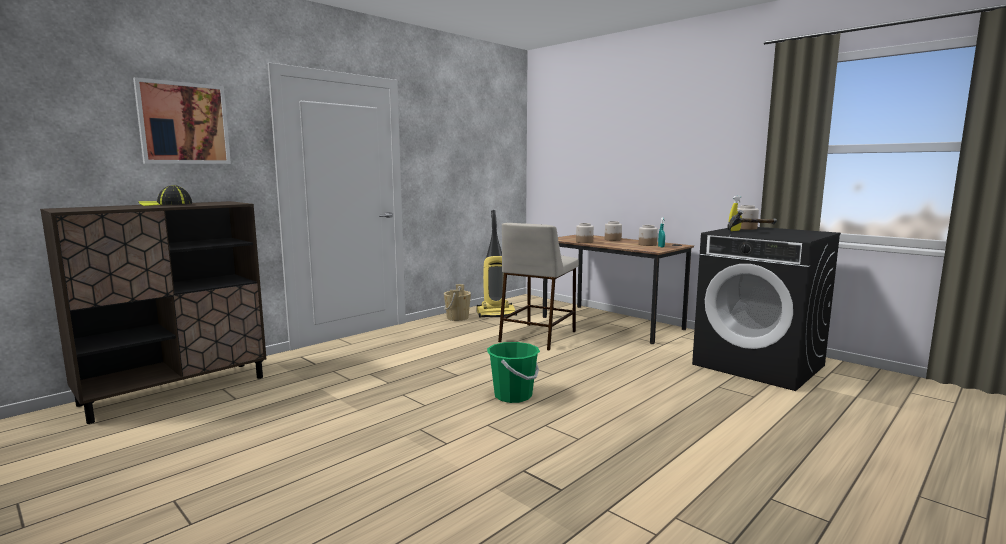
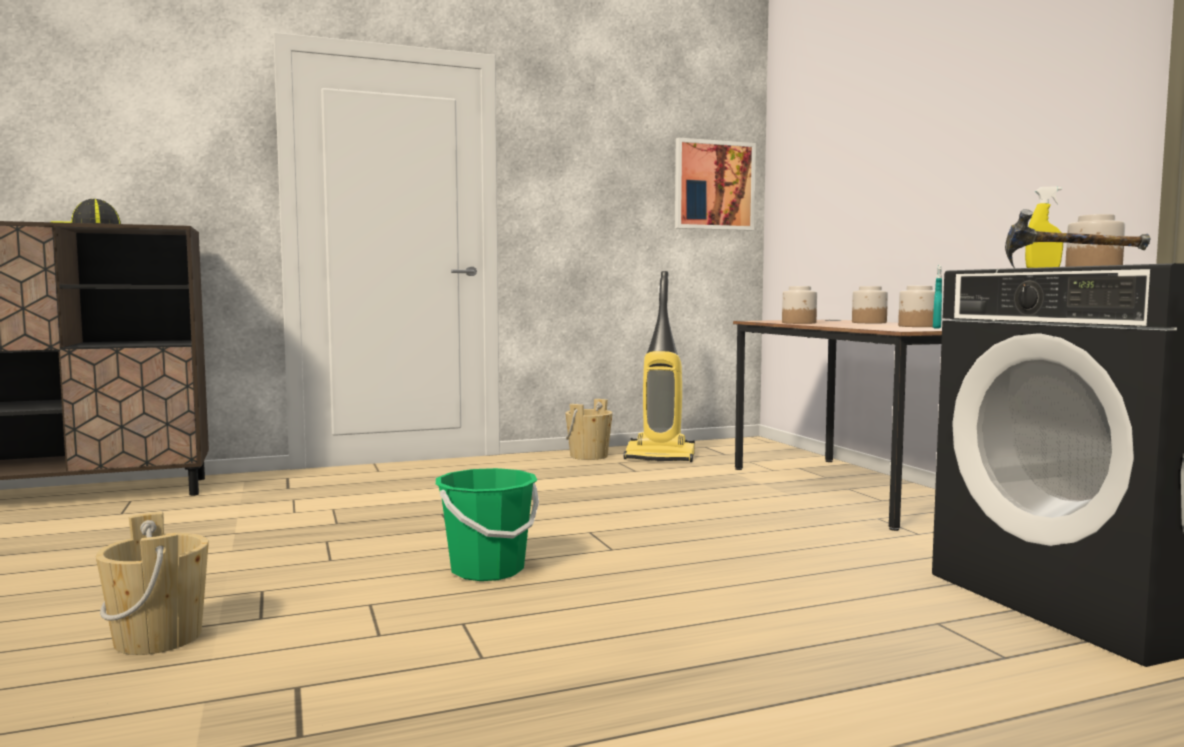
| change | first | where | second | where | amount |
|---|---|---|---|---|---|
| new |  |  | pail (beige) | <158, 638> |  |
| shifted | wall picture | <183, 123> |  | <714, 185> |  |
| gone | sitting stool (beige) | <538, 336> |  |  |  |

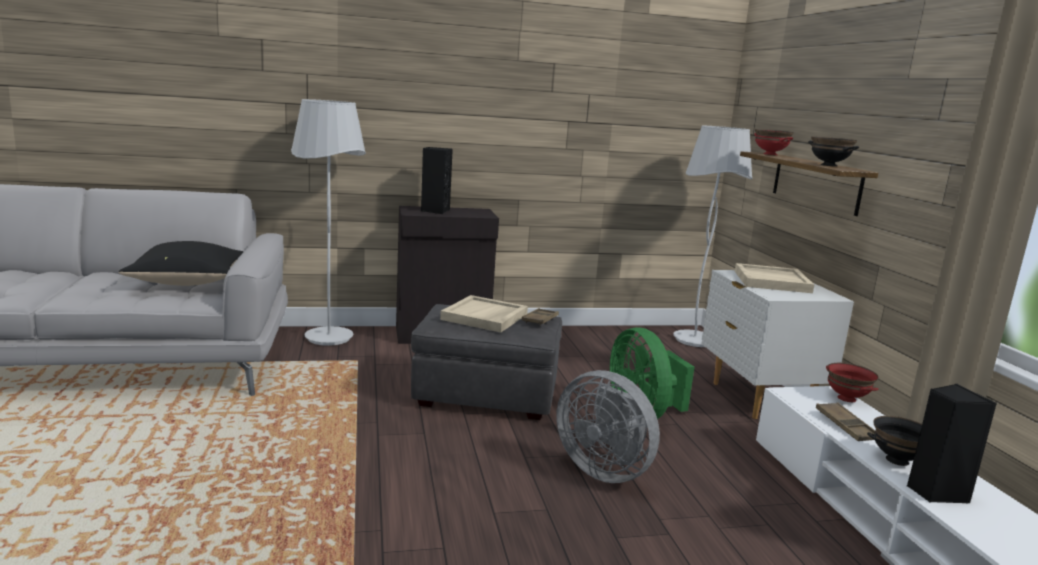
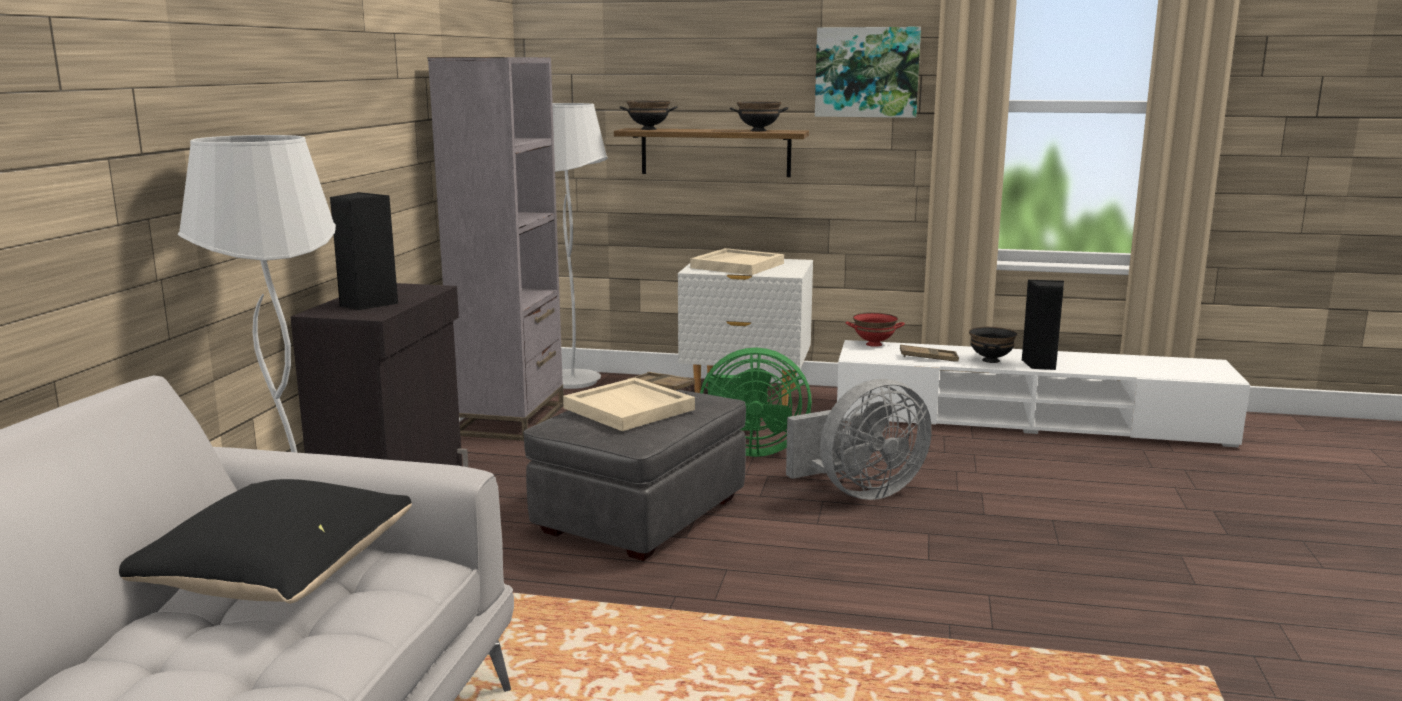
| change | first | where | second | where | amount |
|---|---|---|---|---|---|
| new |  |  | bookshelf (gray) | <510, 419> |  |
| repainted | serving bowl (red) | <769, 154> | serving bowl (black) | <648, 129> |  |
| new |  |  | wall picture | <867, 72> |  |

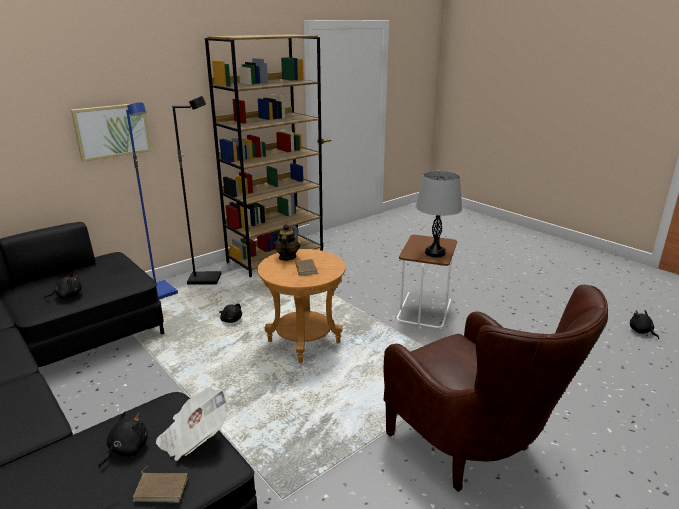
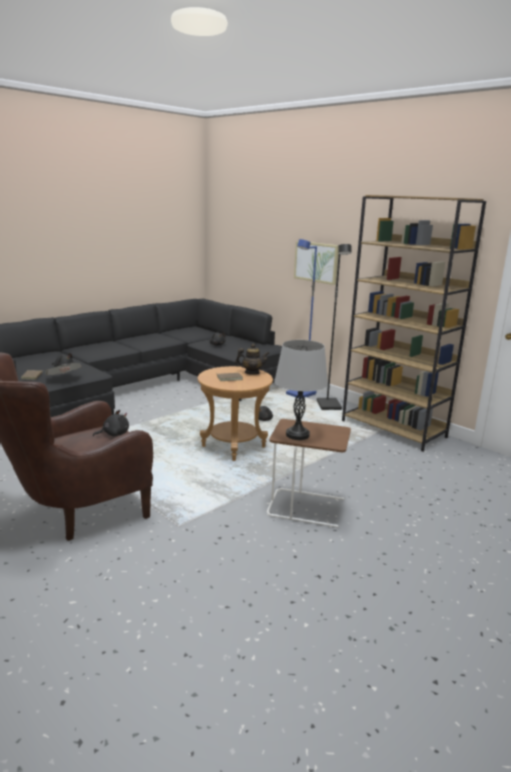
| change | first | where | second | where | amount |
|---|---|---|---|---|---|
| shifted | cuddly toy (black) | <641, 331> |  | <114, 434> |  |

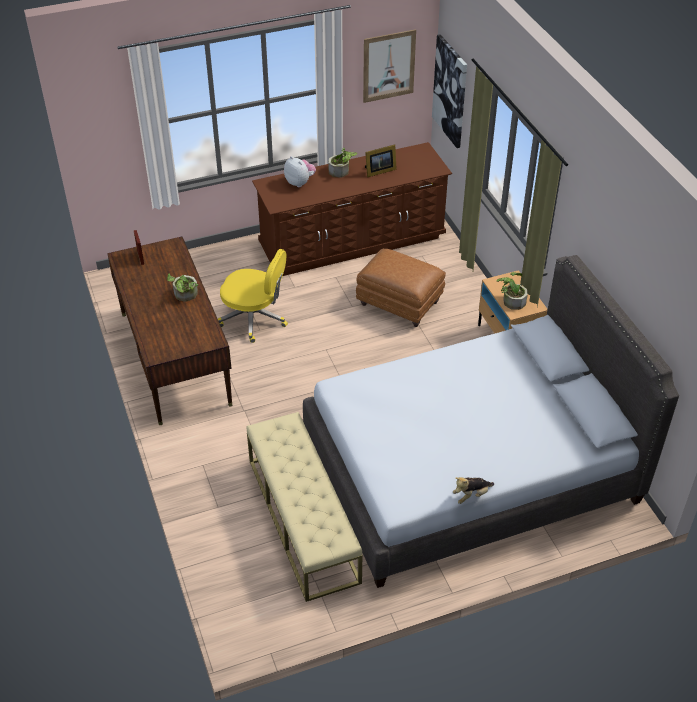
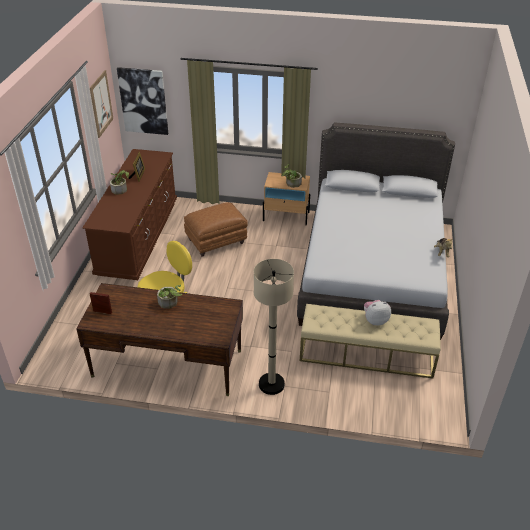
| change | first | where | second | where | amount |
|---|---|---|---|---|---|
| new |  |  | standard lamp (beige) | <271, 384> |  |
| shifted | cuddly toy | <300, 182> |  | <375, 320> |  |

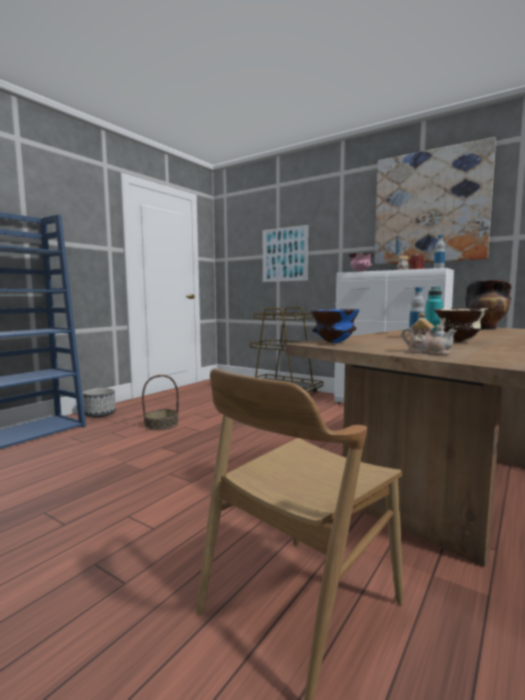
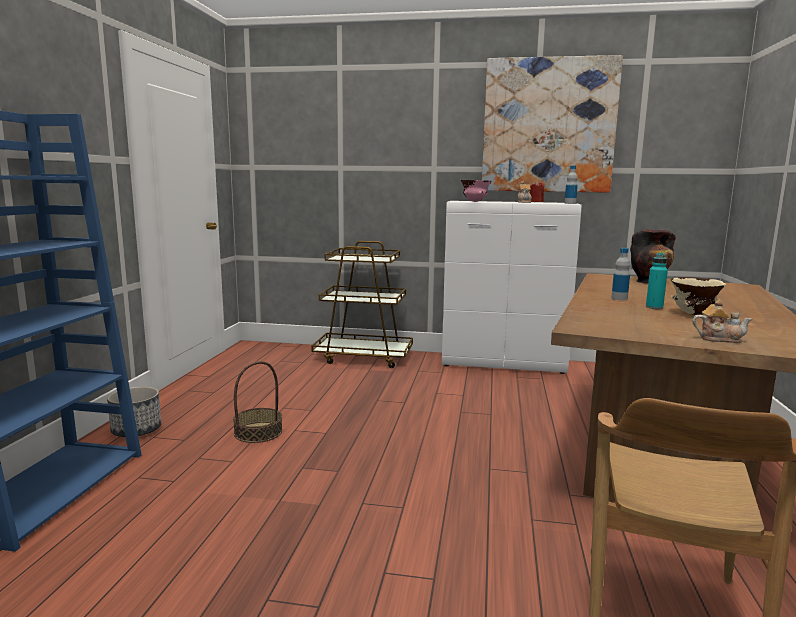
| change | first | where | second | where | amount |
|---|---|---|---|---|---|
| gone | wall picture | <284, 254> |  |  |  |
| gone | serving bowl (bluish) | <334, 343> |  |  |  |

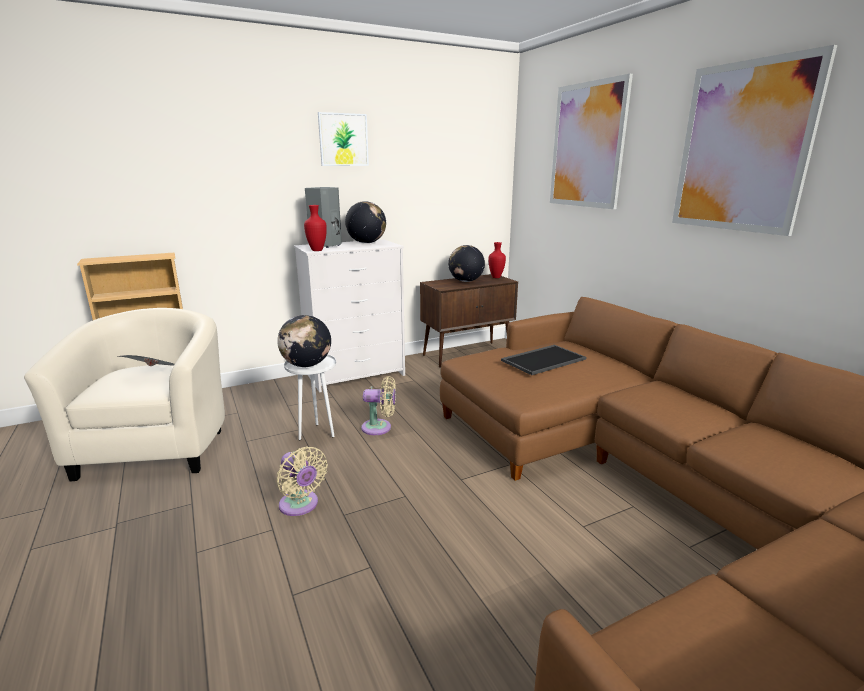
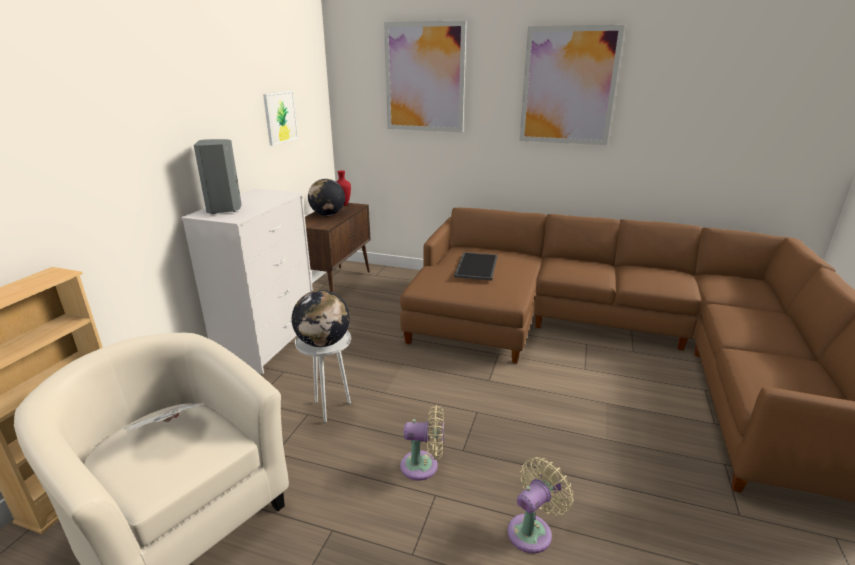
| change | first | where | second | where | amount |
|---|---|---|---|---|---|
| shifted | wall picture | <343, 140> |  | <280, 117> |  |
| shifted | cooling fan (beige) | <379, 428> |  | <532, 530> |  |
| gone | decorative vase (red) | <317, 250> |  |  |  |
| gone | desk globe | <366, 243> |  |  |  |

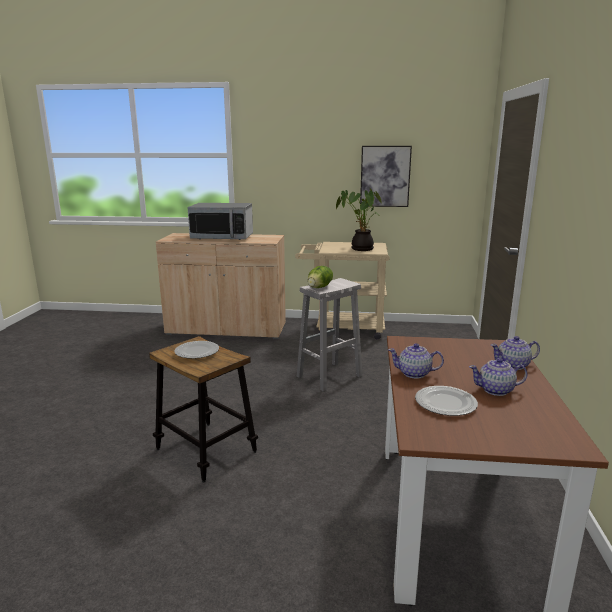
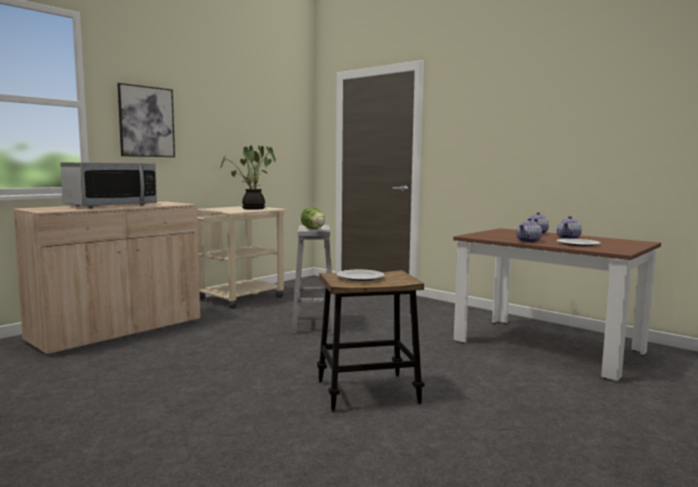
| change | first | where | second | where | amount |
|---|---|---|---|---|---|
| shifted | wall picture | <385, 176> |  | <146, 121> |  |

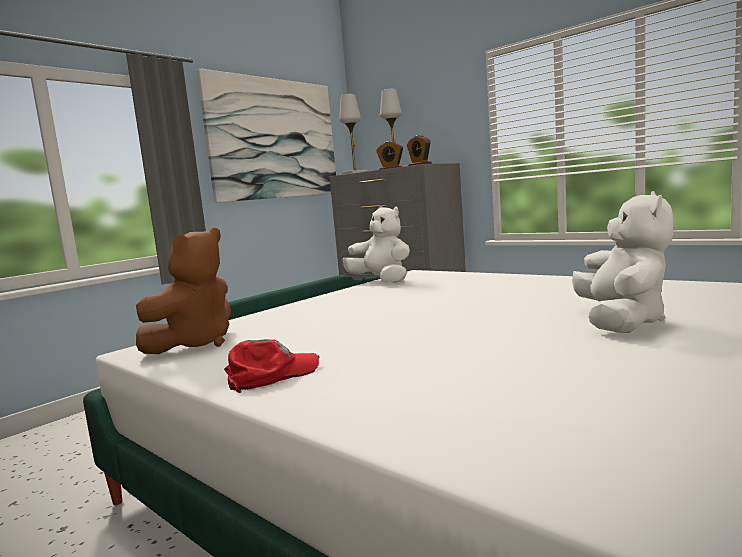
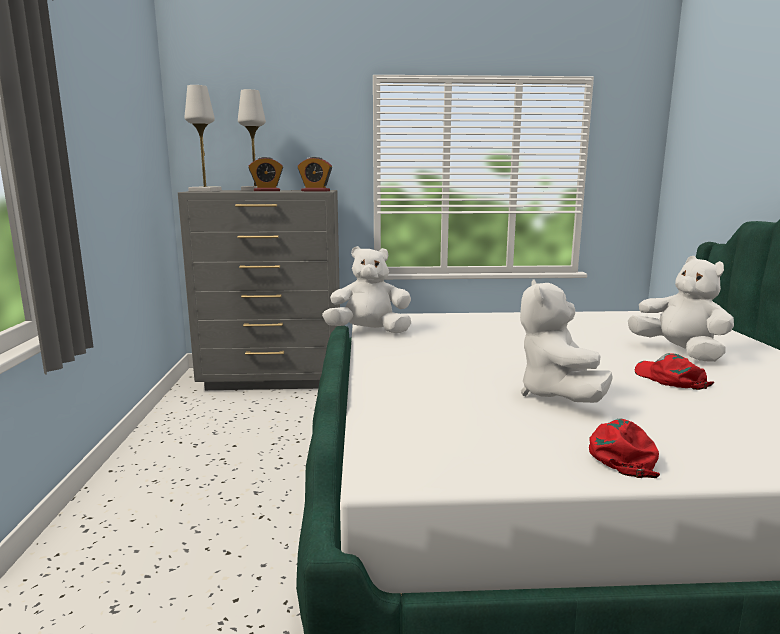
| change | first | where | second | where | amount |
|---|---|---|---|---|---|
| new |  |  | cuddly toy (whitish) | <557, 395> |  |
| new |  |  | peaked cap (red) | <670, 379> |  |
| gone | cuddly toy (brown-coloured) | <195, 344> |  |  |  |
| gone | wall picture | <274, 139> |  |  |  |

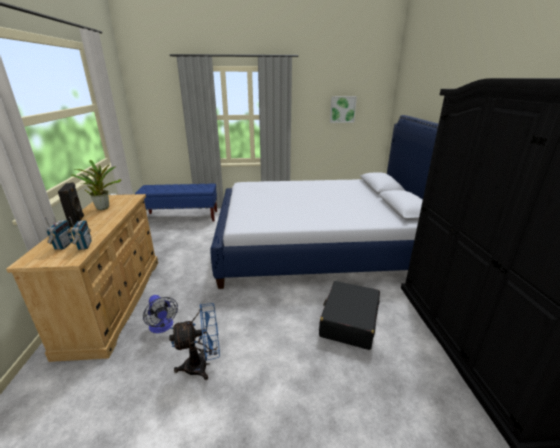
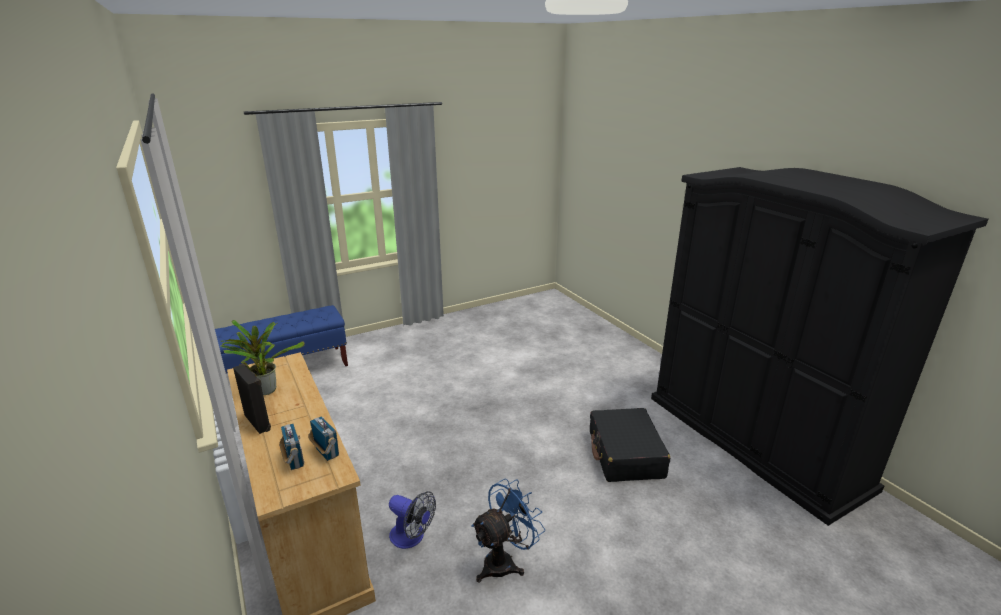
| change | first | where | second | where | amount |
|---|---|---|---|---|---|
| gone | bed | <319, 244> |  |  |  |
| gone | wall picture | <342, 109> |  |  |  |

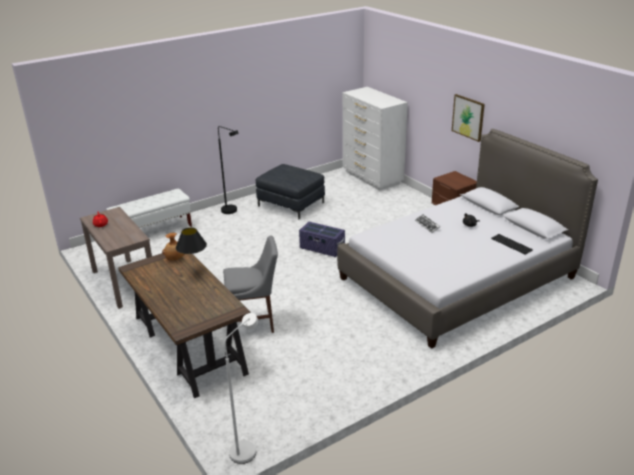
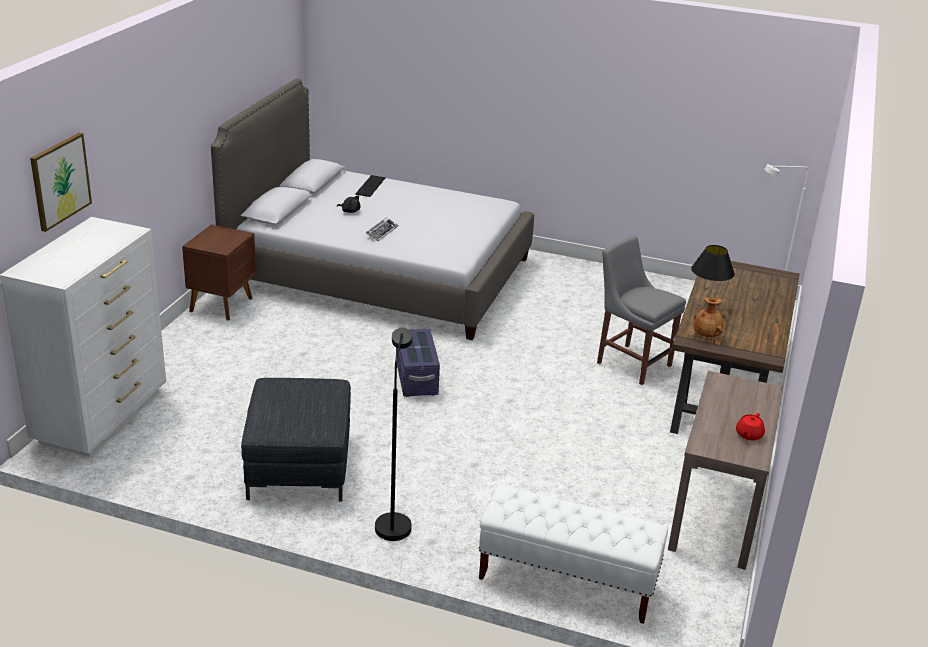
| change | first | where | second | where | amount |
|---|---|---|---|---|---|
| shifted | wall picture | <468, 117> |  | <60, 181> |  |

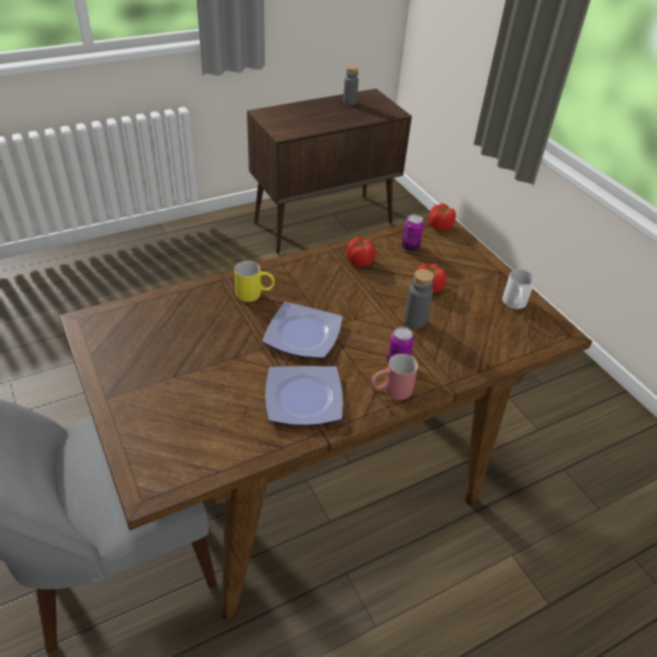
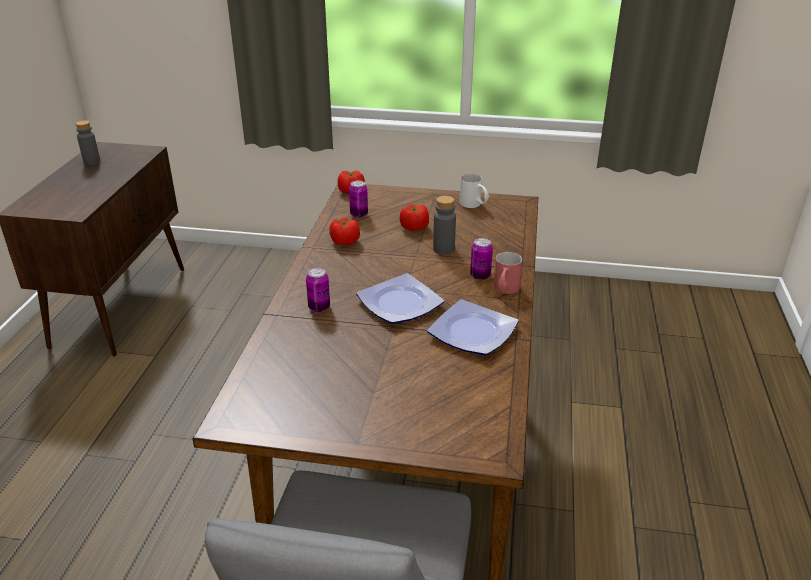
| change | first | where | second | where | amount |
|---|---|---|---|---|---|
| swapped | coffee mug (yellow-coloured) | <255, 294> | sealed can | <319, 307> |  |

